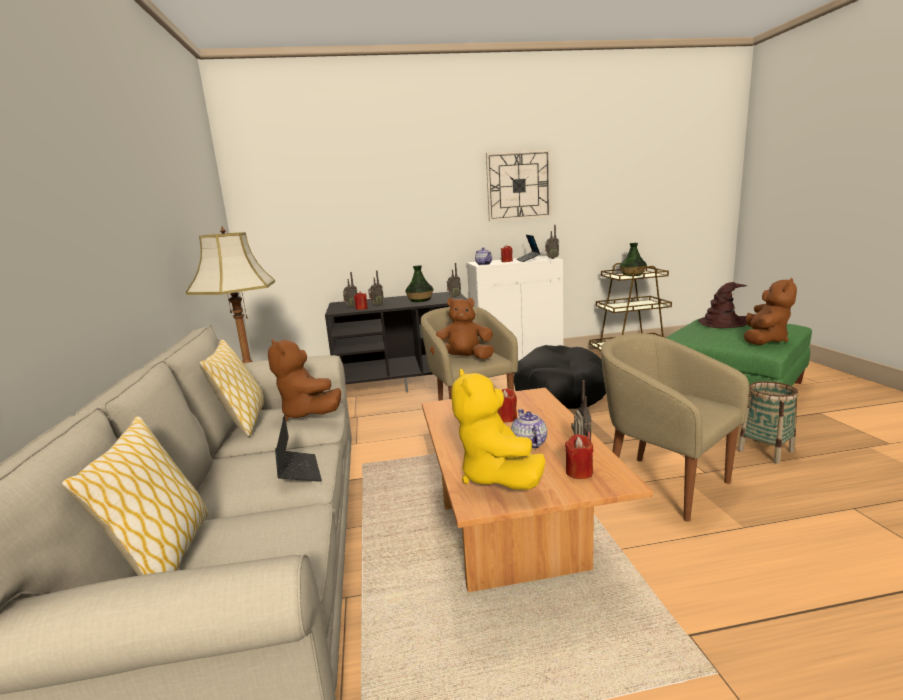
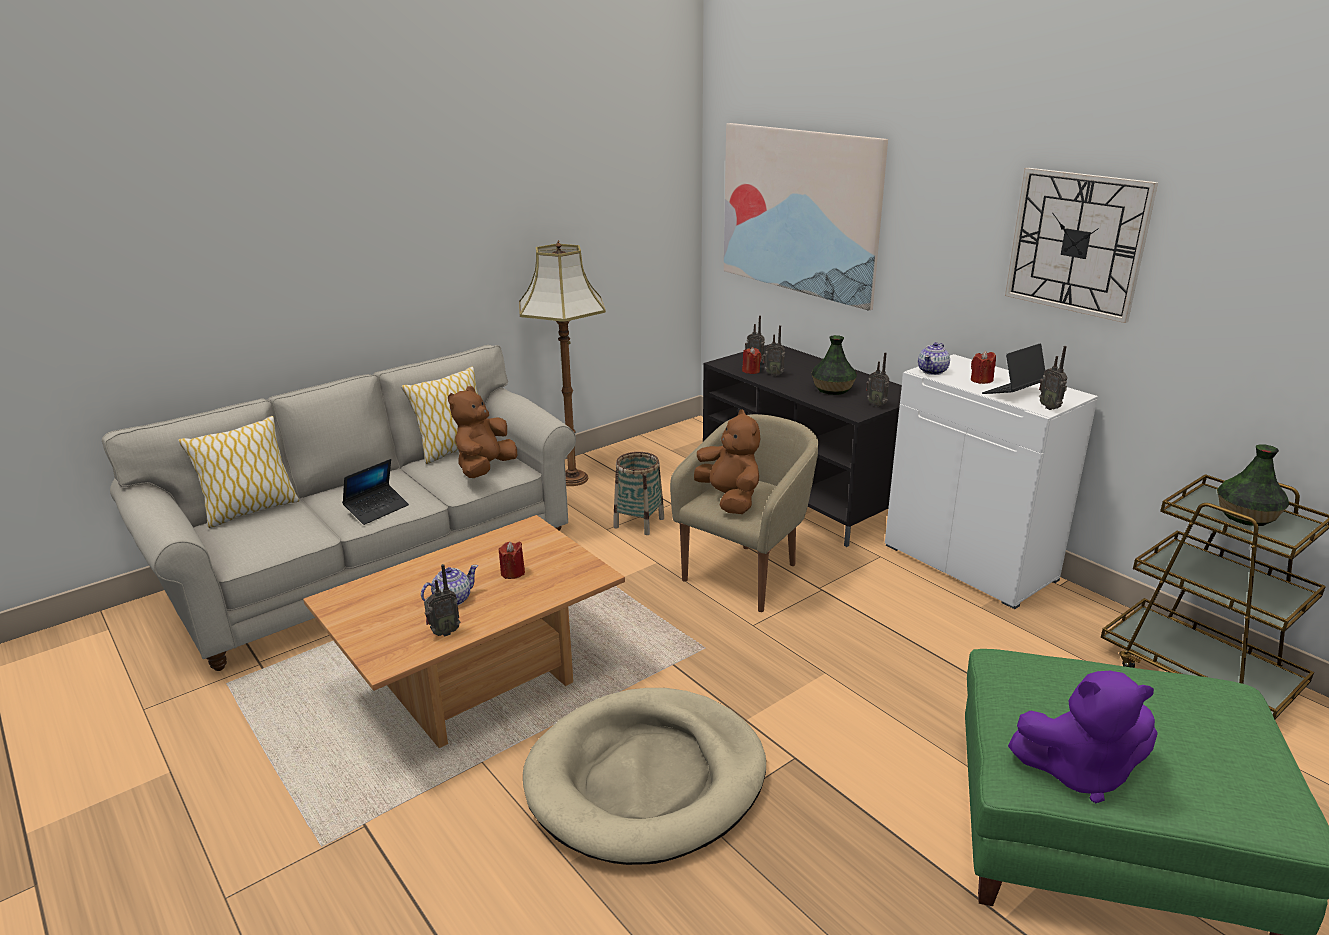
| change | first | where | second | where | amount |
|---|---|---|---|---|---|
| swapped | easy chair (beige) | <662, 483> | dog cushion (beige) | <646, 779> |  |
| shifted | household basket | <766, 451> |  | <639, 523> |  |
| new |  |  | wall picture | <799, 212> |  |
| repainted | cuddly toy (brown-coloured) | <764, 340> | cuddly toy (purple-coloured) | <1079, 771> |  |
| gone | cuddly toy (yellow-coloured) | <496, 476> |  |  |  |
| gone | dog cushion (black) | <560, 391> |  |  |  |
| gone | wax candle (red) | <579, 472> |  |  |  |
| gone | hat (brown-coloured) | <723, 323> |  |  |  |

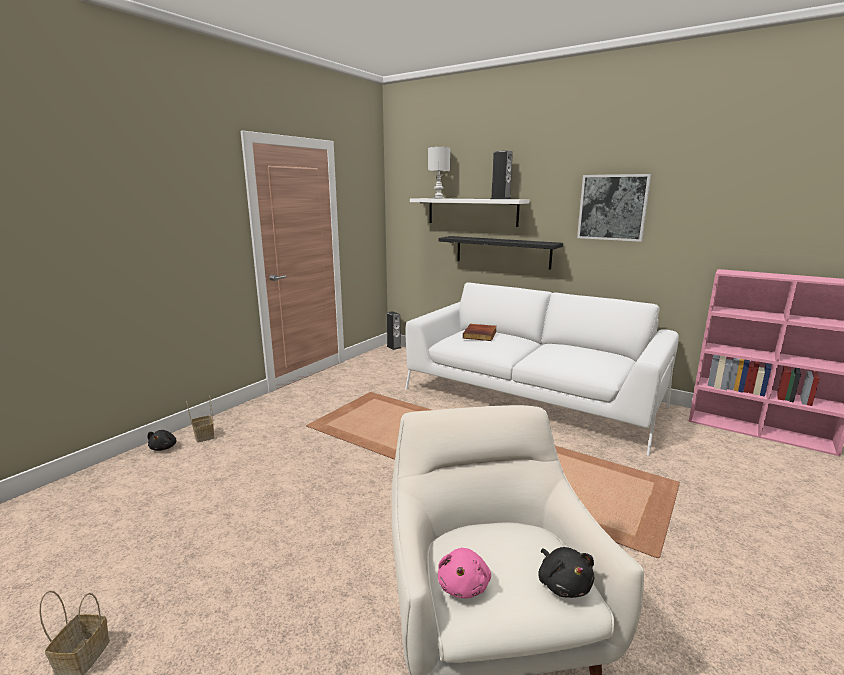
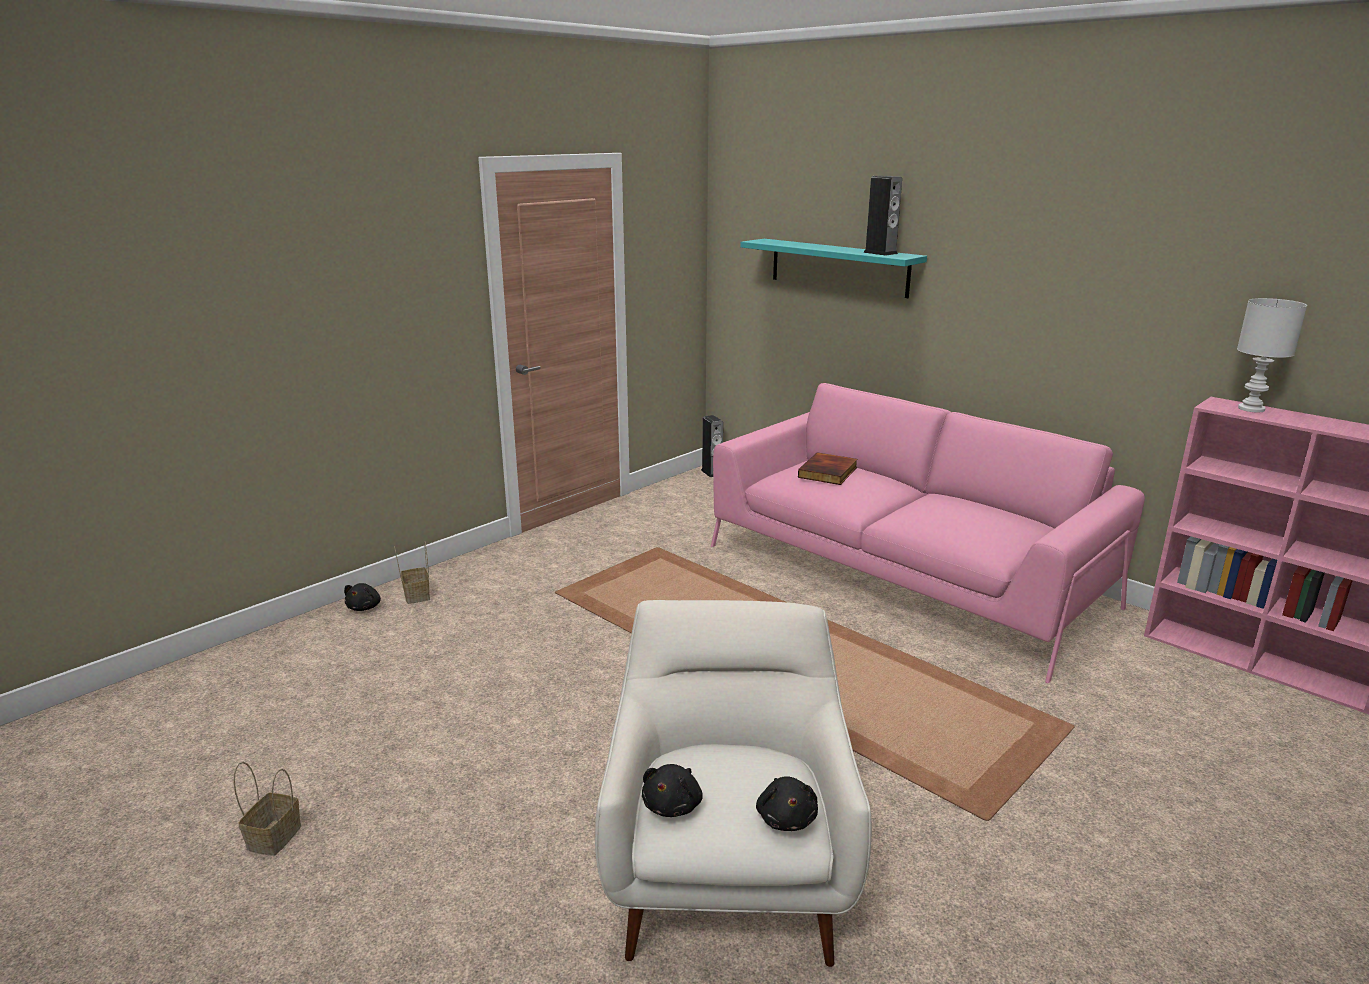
| change | first | where | second | where | amount |
|---|---|---|---|---|---|
| repainted | cuddly toy (pink-coloured) | <464, 585> | cuddly toy (black) | <673, 805> |  |
| repainted | sofa (whitish) | <531, 397> | sofa (pink-coloured) | <904, 575> |  |
| repainted | wall shelf (whitish) | <472, 211> | wall shelf (turquoise-coloured) | <838, 267> |  |
| shifted | lamp for a table (whitish) | <439, 198> |  | <1252, 409> |  |
| gone | wall shelf (black) | <502, 252> |  |  |  |
| gone | wall picture | <612, 207> |  |  |  |

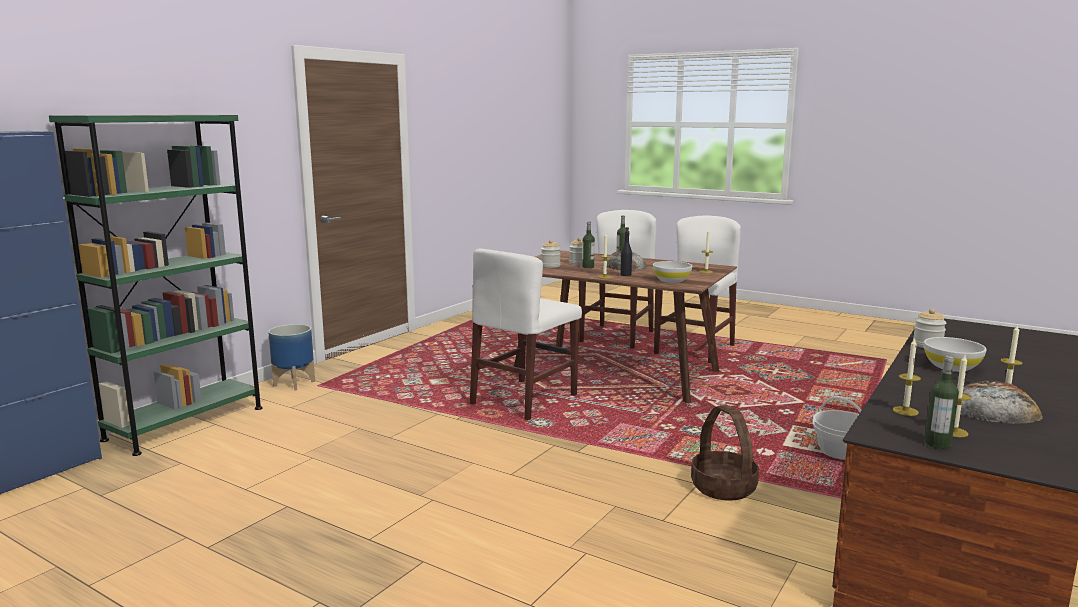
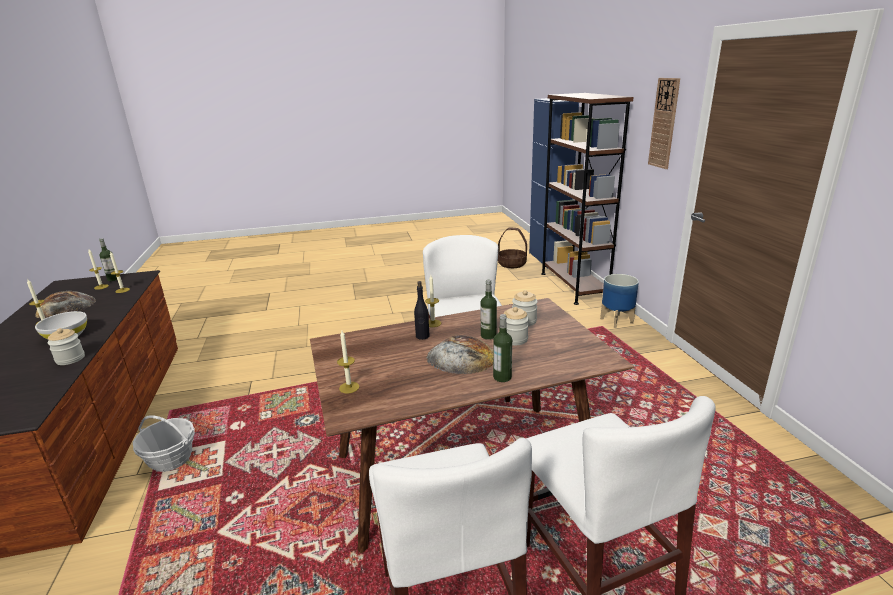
| change | first | where | second | where | amount |
|---|---|---|---|---|---|
| shifted | household basket | <722, 487> |  | <512, 264> |  |
| repainted | bookshelf (green) | <185, 423> | bookshelf (brown-coloured) | <573, 286> |  |
| new |  |  | clock on the wall | <664, 123> |  |
| gone | serving bowl (whitish) | <671, 281> |  |  |  |

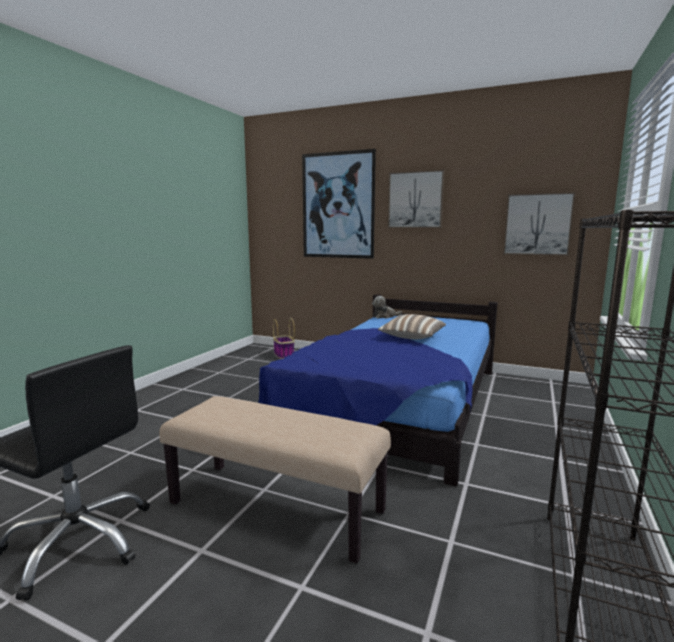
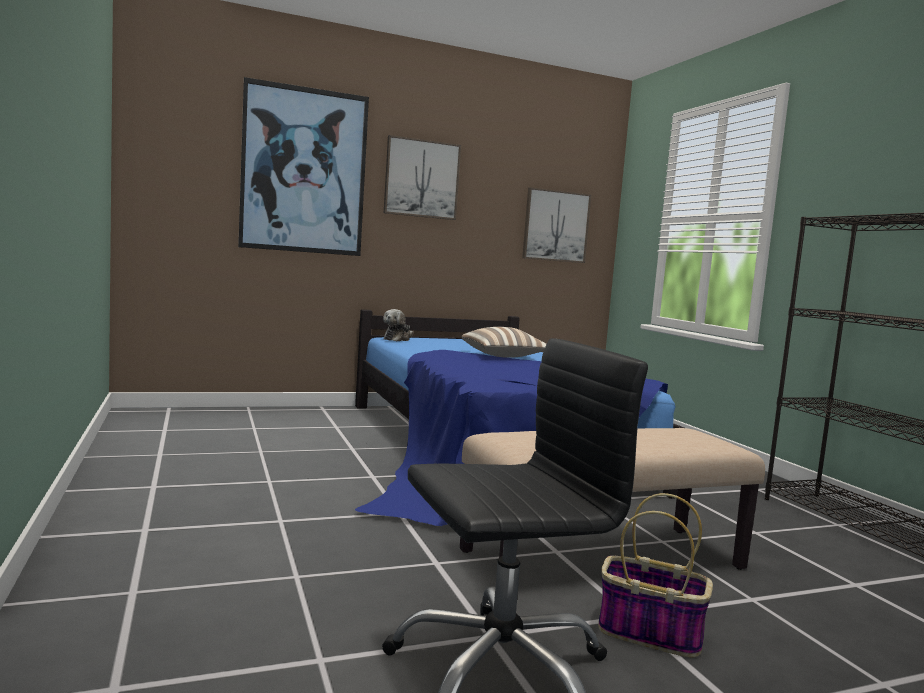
| change | first | where | second | where | amount |
|---|---|---|---|---|---|
| shifted | household basket | <283, 355> |  | <647, 633> |  |

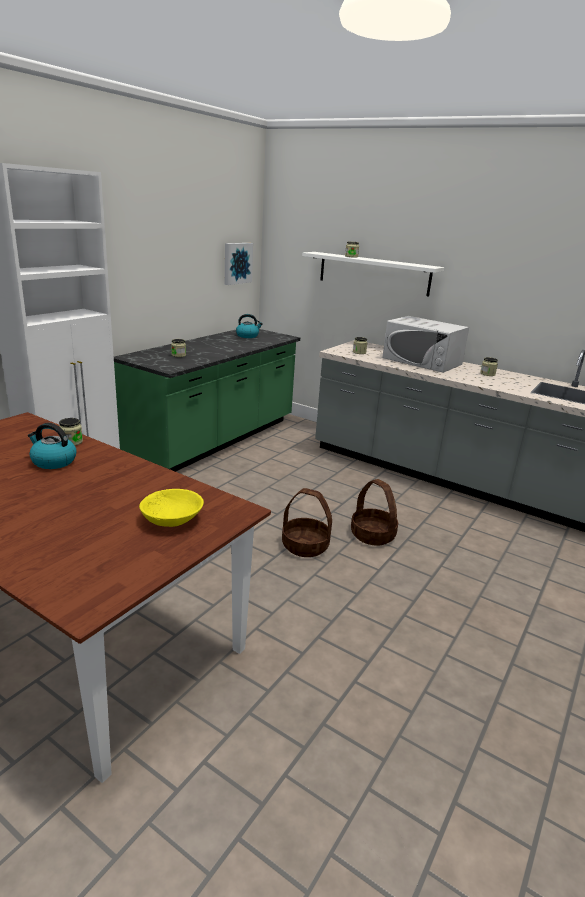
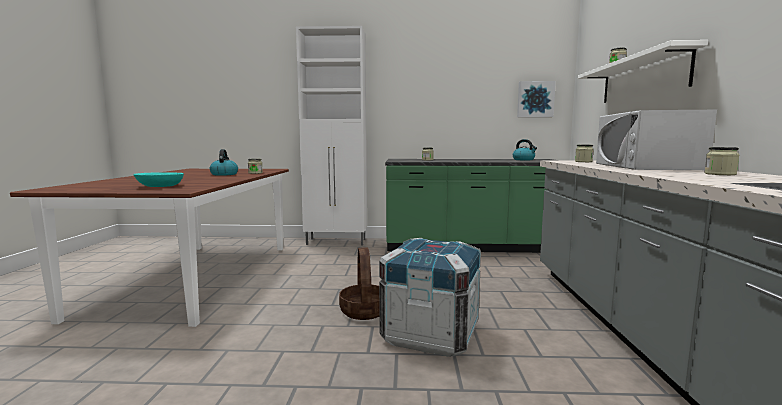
| change | first | where | second | where | amount |
|---|---|---|---|---|---|
| repainted | serving bowl (yellow-coloured) | <172, 519> | serving bowl (turquoise-coloured) | <160, 186> |  |
| swapped | household basket | <372, 535> | crate | <430, 334> |  |

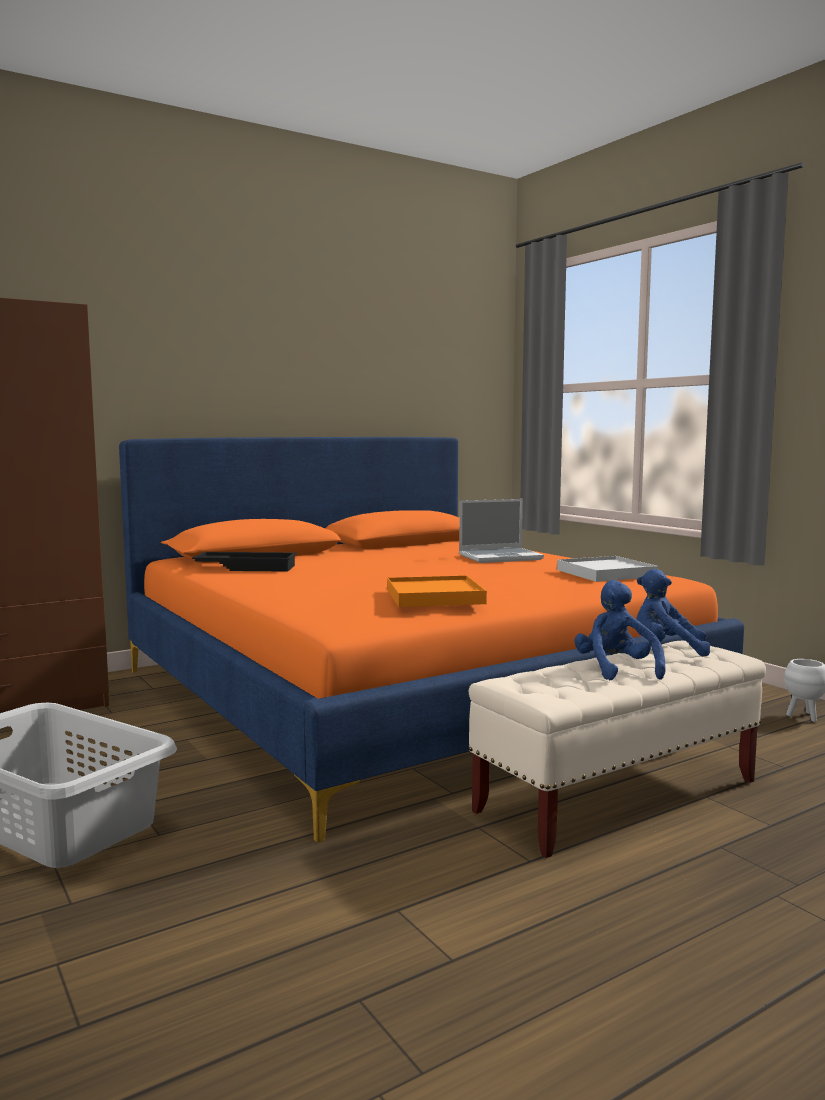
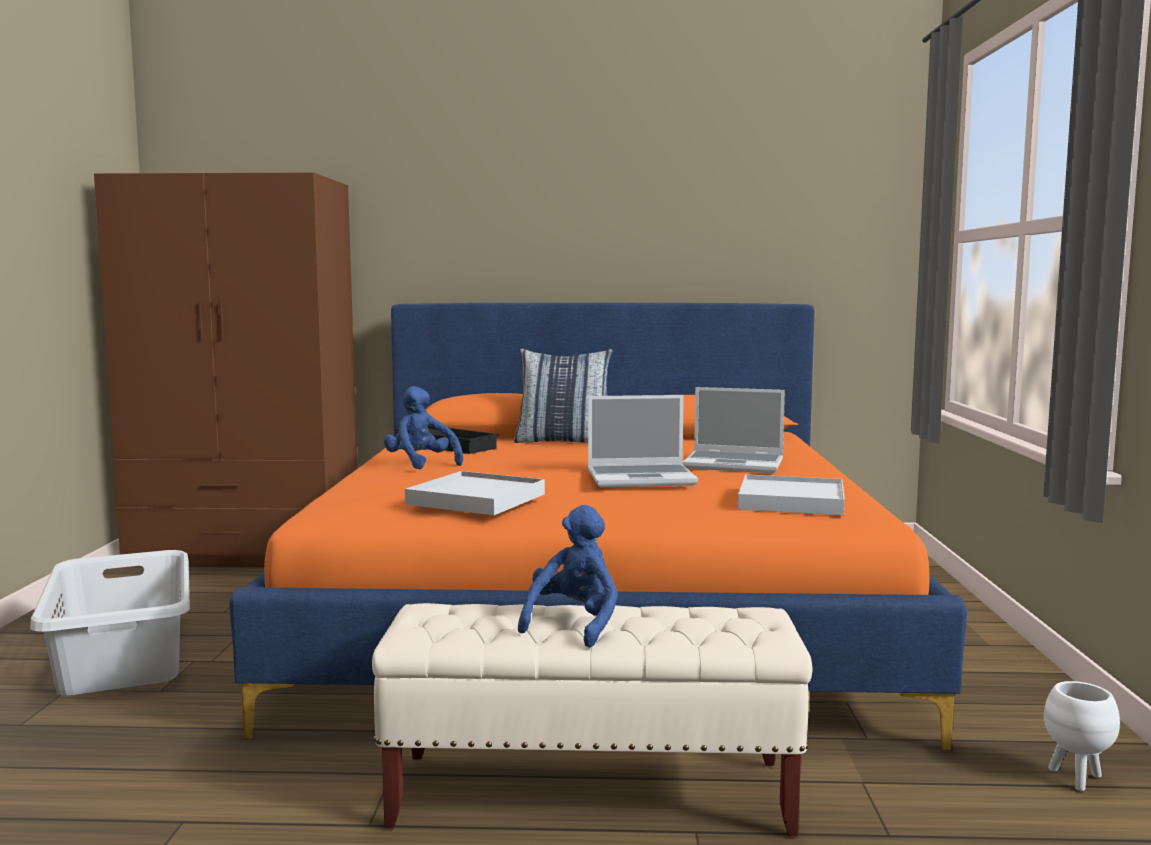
| change | first | where | second | where | amount |
|---|---|---|---|---|---|
| shifted | cuddly toy (bluish) | <666, 650> |  | <421, 464> |  |
| repainted | carrying tray (orange) | <435, 596> | carrying tray (whitish) | <477, 499> |  |
| new |  |  | pillow | <563, 441> |  |
| new |  |  | laptop | <642, 478> |  |

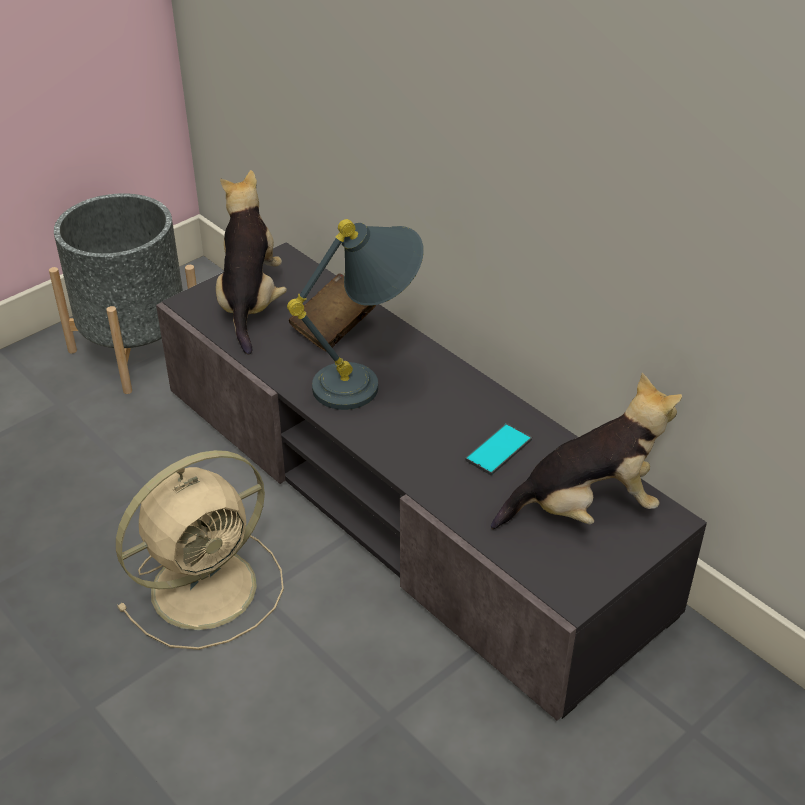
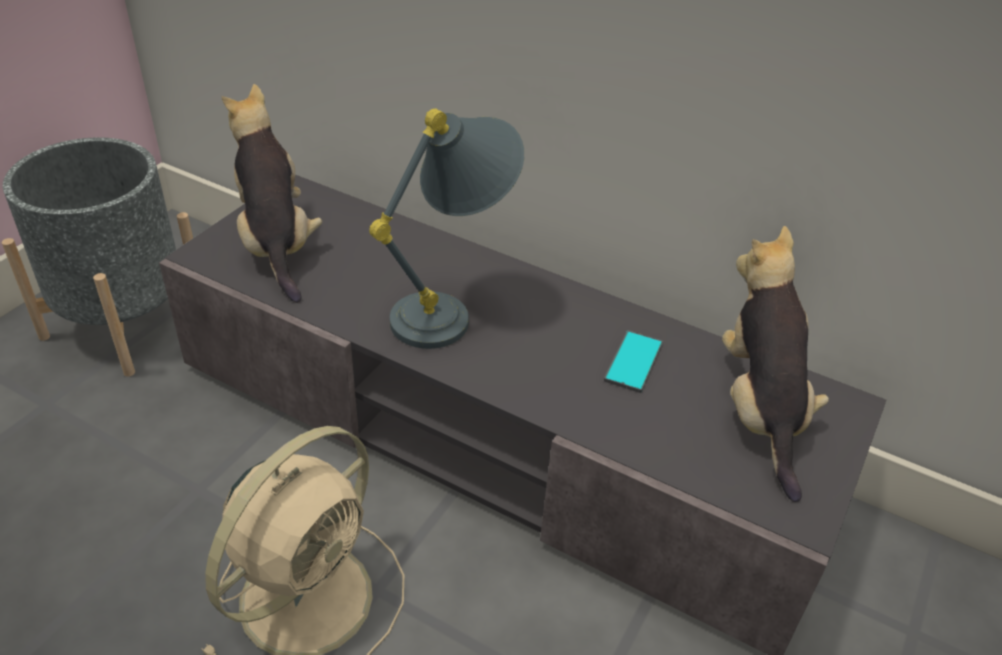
| change | first | where | second | where | amount |
|---|---|---|---|---|---|
| rotated | cuddly toy | <585, 508> |  | <759, 409> | 60 degrees counterclockwise |
| gone | bound book (brown-coloured) | <333, 328> |  |  |  |

